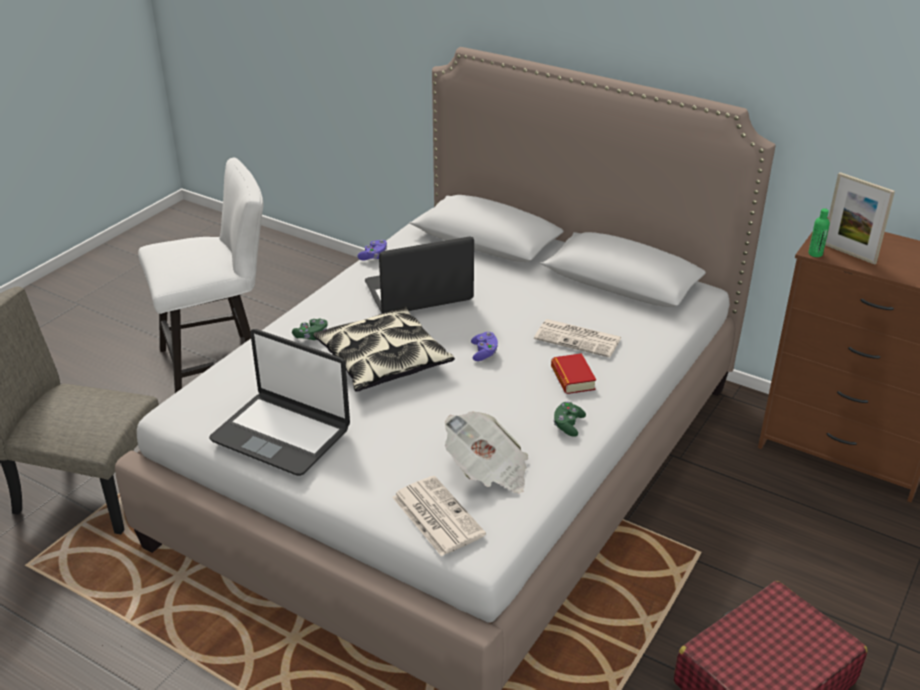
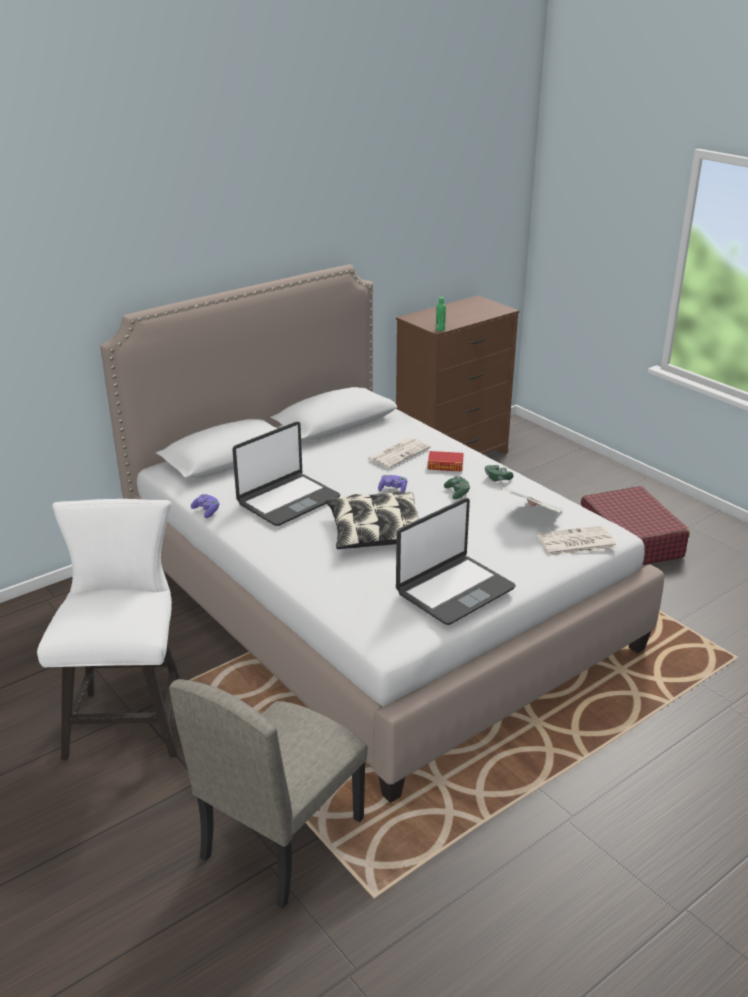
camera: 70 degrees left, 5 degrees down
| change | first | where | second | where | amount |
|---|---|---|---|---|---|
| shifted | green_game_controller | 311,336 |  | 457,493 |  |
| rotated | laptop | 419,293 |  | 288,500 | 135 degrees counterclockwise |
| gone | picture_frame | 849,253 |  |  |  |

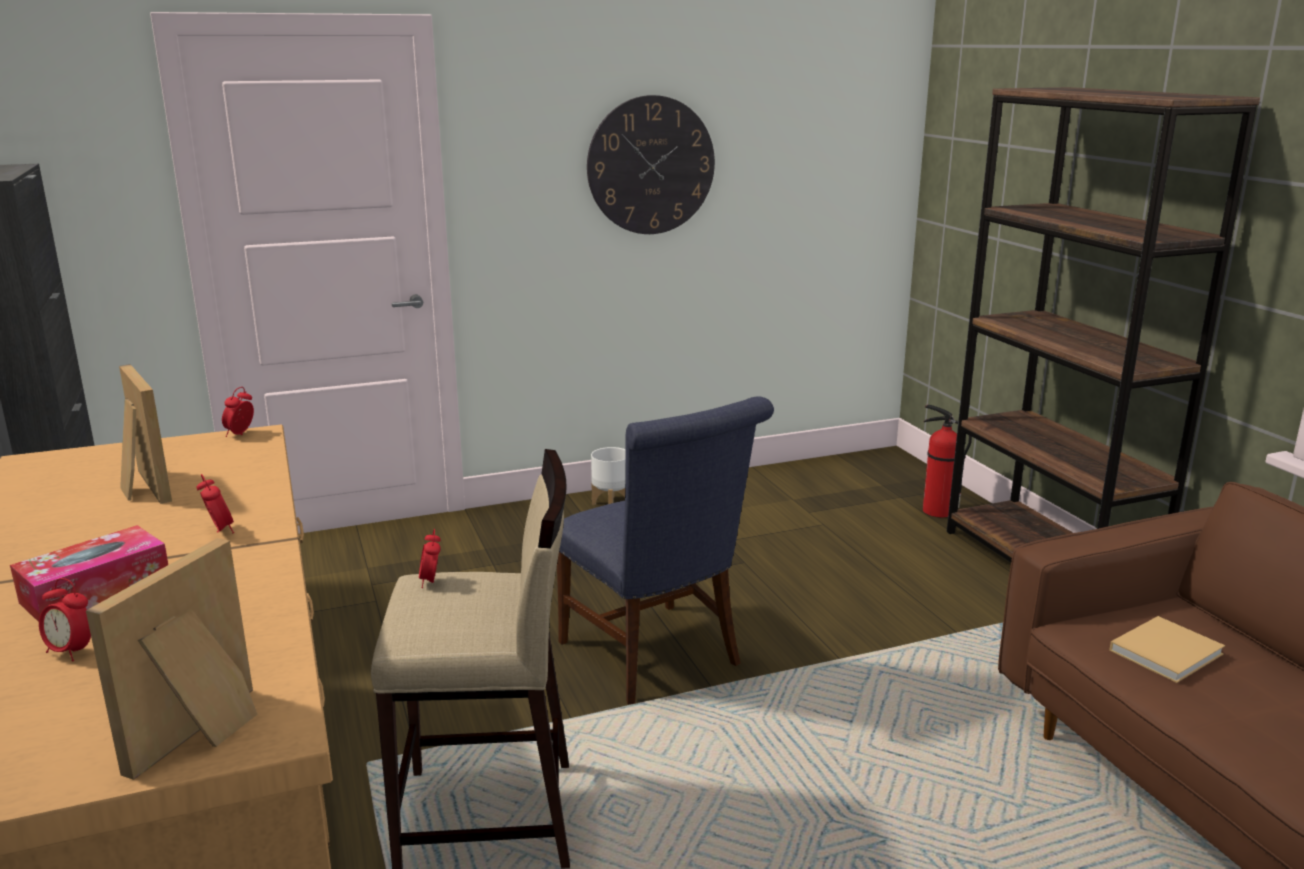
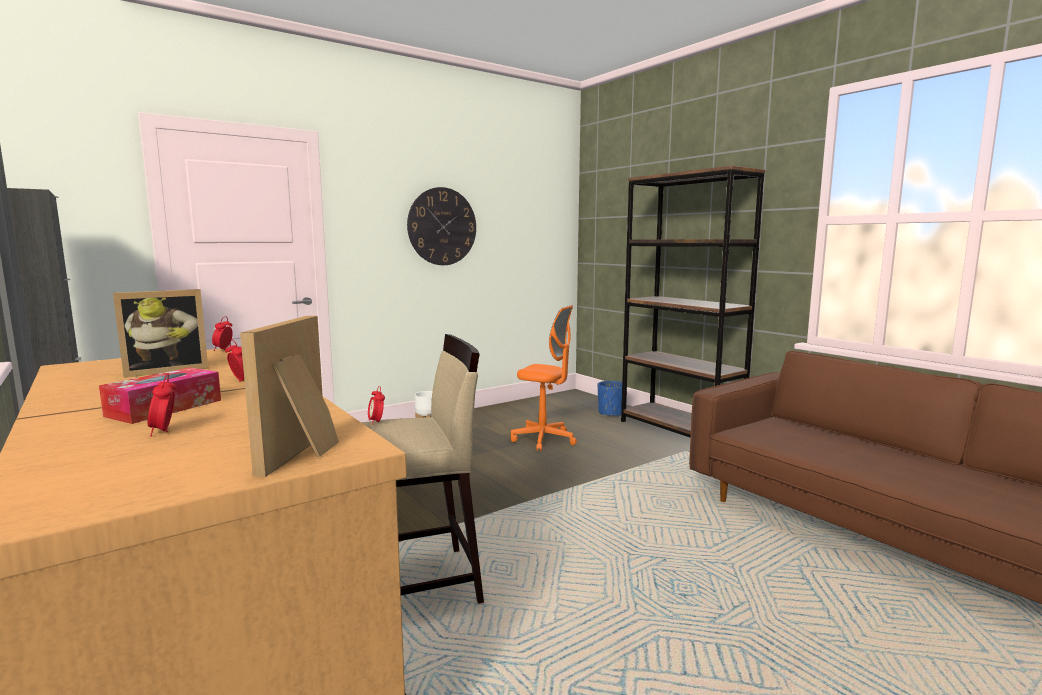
camera: 15 degrees left, 10 degrees down
| change | first | where | second | where | amount |
|---|---|---|---|---|---|
| rotated | alarm_clock | 71,652 |  | 165,431 | 60 degrees clockwise |
| rotated | picture_frame | 141,488 |  | 166,370 | 105 degrees clockwise |
| gone | blue_chair | 656,657 |  |  |  |
| swapped | fire_extinguisher | 936,511 | blue_planter | 611,413 |  |
| gone | beige_book | 1167,651 |  |  |  |
| new |  |  | orange_office_chair | 544,440 |  |

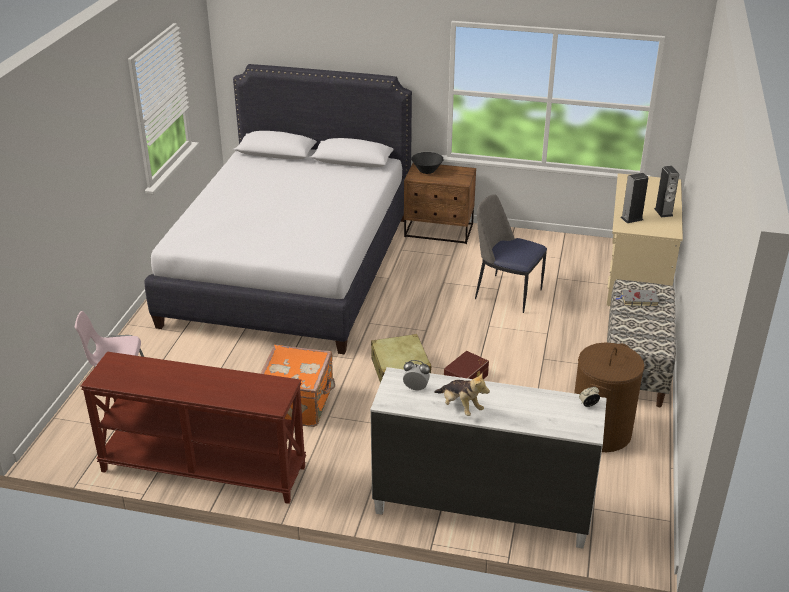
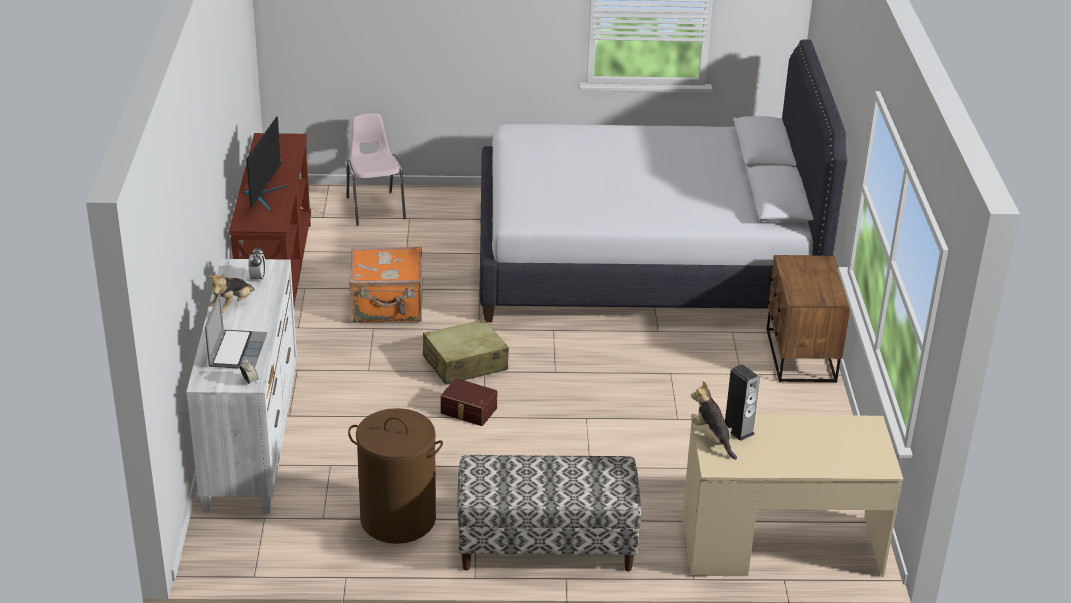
camera: 75 degrees right, 0 degrees up
| change | first | where | second | where | amount |
|---|---|---|---|---|---|
| gone | black_bowl | 427,171 |  |  |  |
| gone | chair | 506,293 |  |  |  |
| gone | grey_book | 638,300 |  |  |  |
| gone | speaker | 663,212 |  |  |  |
| new |  |  | laptop | 237,351 |  |
| new |  |  | monitor | 264,195 |  |
| new |  |  | plush_toy | 712,439 |  |

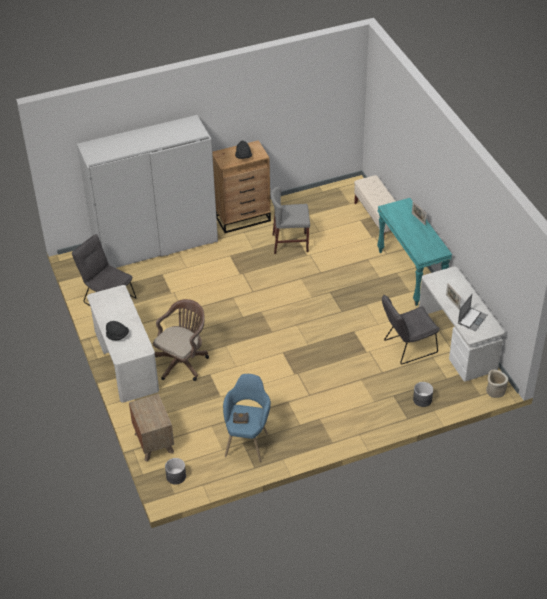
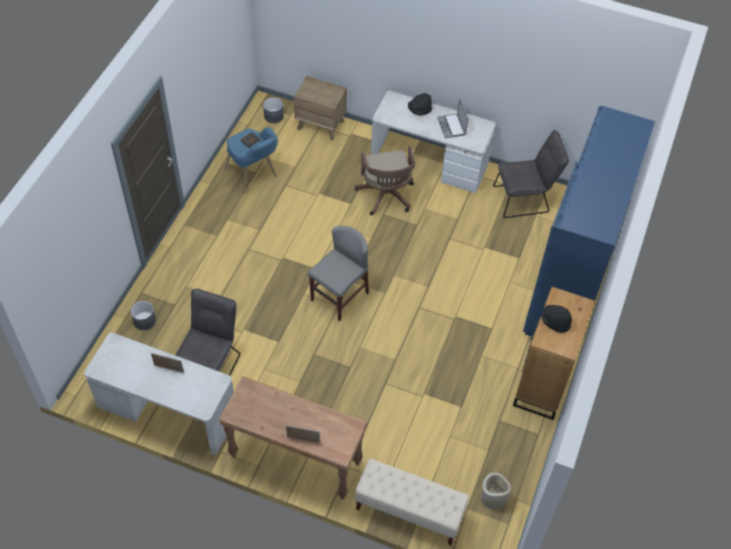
camera: 130 degrees right, 10 degrees up
| change | first | where | second | where | amount |
|---|---|---|---|---|---|
| repainted | white_wardrobe | 156,244 | blue_wardrobe | 570,283 |  |
| shifted | grey_chair | 290,243 |  | 339,296 |  |
| repainted | turquoise_console_table | 410,274 | brown_console_table | 294,460 |  |
| shifted | laptop | 472,319 |  | 452,127 |  |
| shifted | beige_planter | 495,391 |  | 493,497 |  |

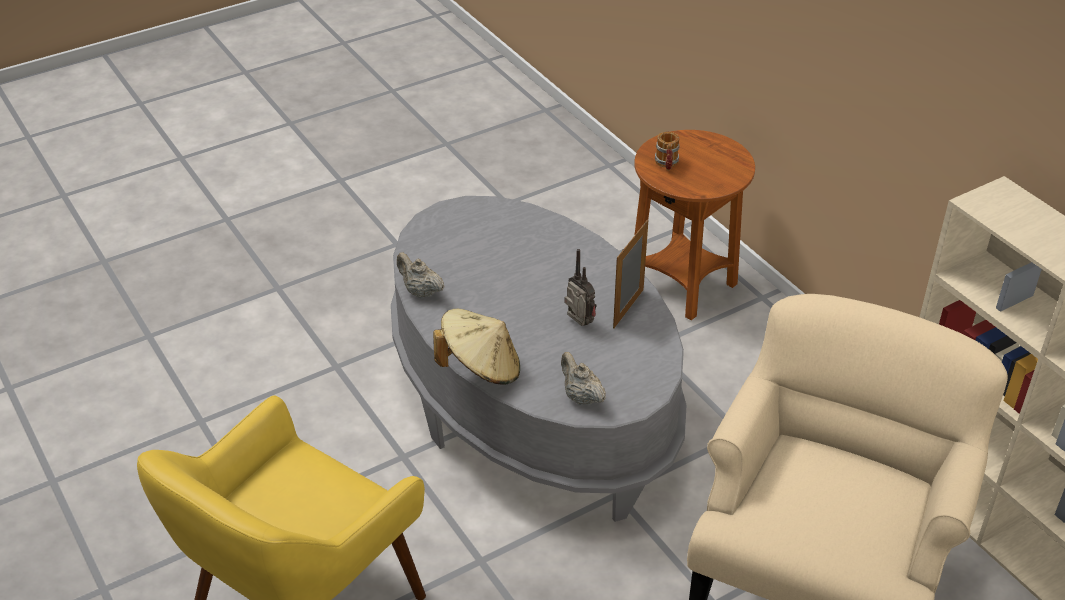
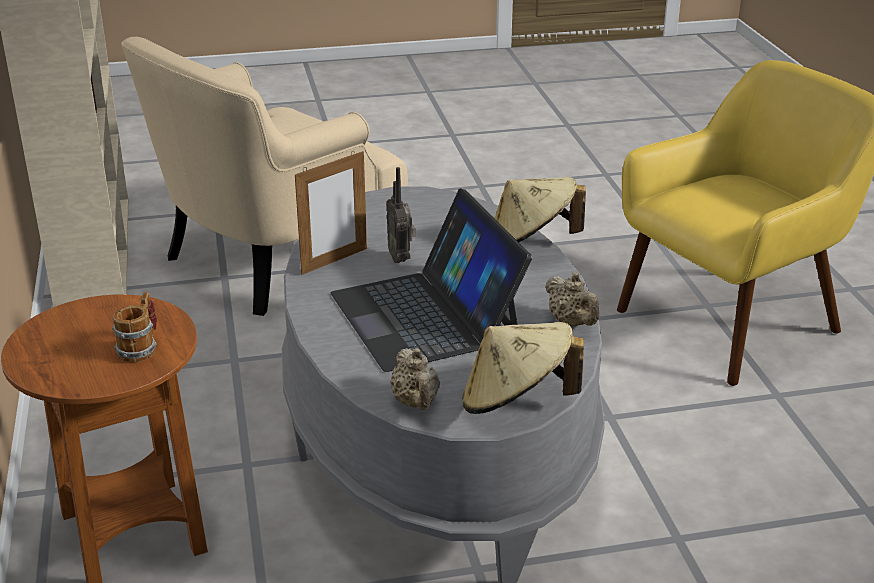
camera: 160 degrees left, 10 degrees down
| change | first | where | second | where | amount |
|---|---|---|---|---|---|
| shifted | beige_teapot | 581,397 |  | 416,403 |  |
| new |  |  | laptop | 426,315 |  |
| new |  |  | beige_hat | 516,402 |  |

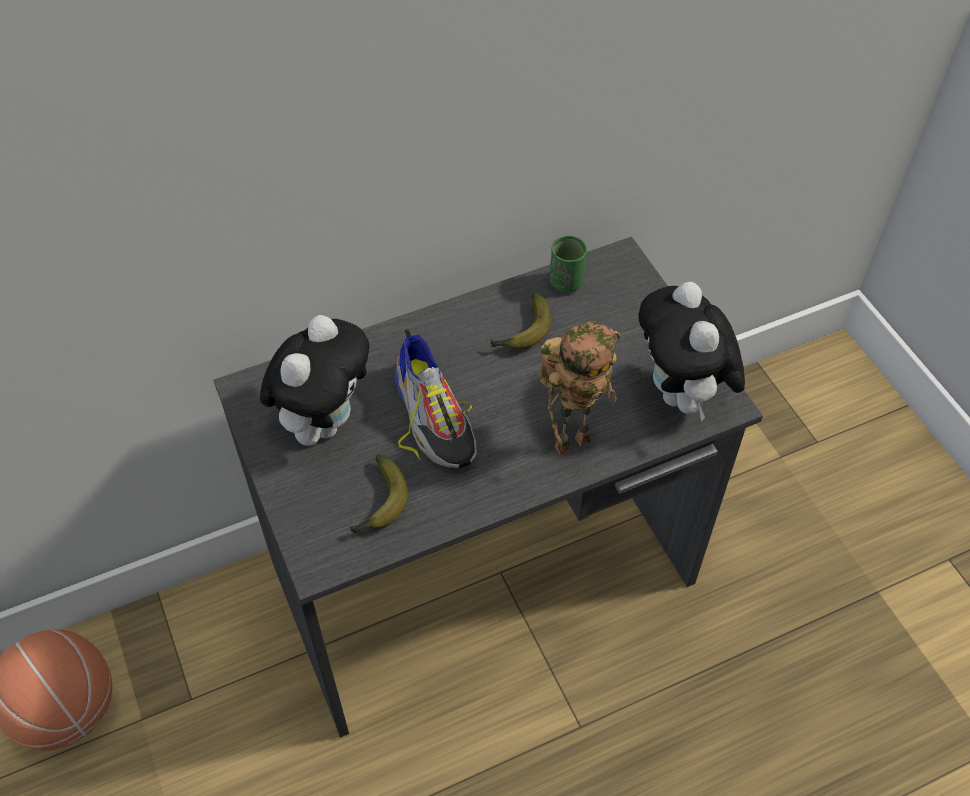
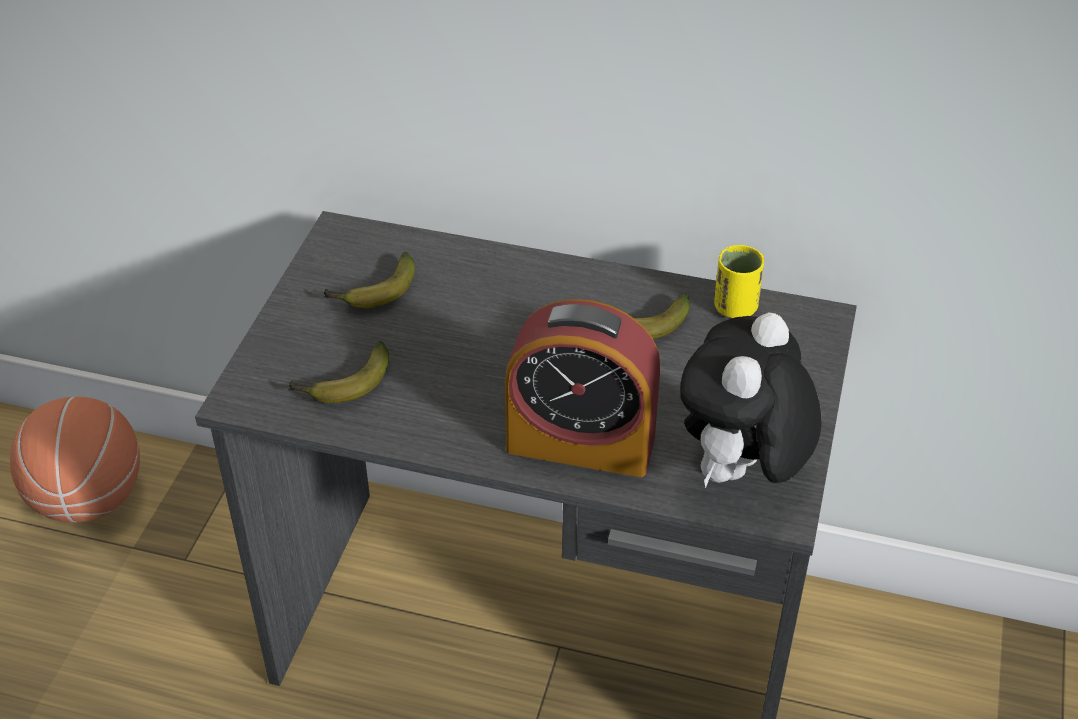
camera: 40 degrees right, 10 degrees down
| change | first | where | second | where | amount |
|---|---|---|---|---|---|
| swapped | plush_toy | 324,421 | banana | 373,293 |  |
| gone | shoe | 434,416 |  |  |  |
| swapped | toy_robot | 572,439 | alarm_clock | 580,443 |  |
| repainted | green_cup | 566,282 | yellow_cup | 735,307 |  |

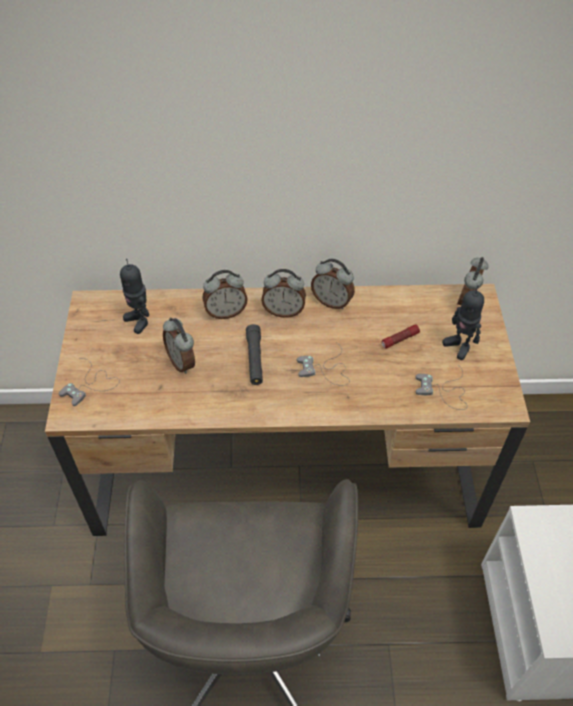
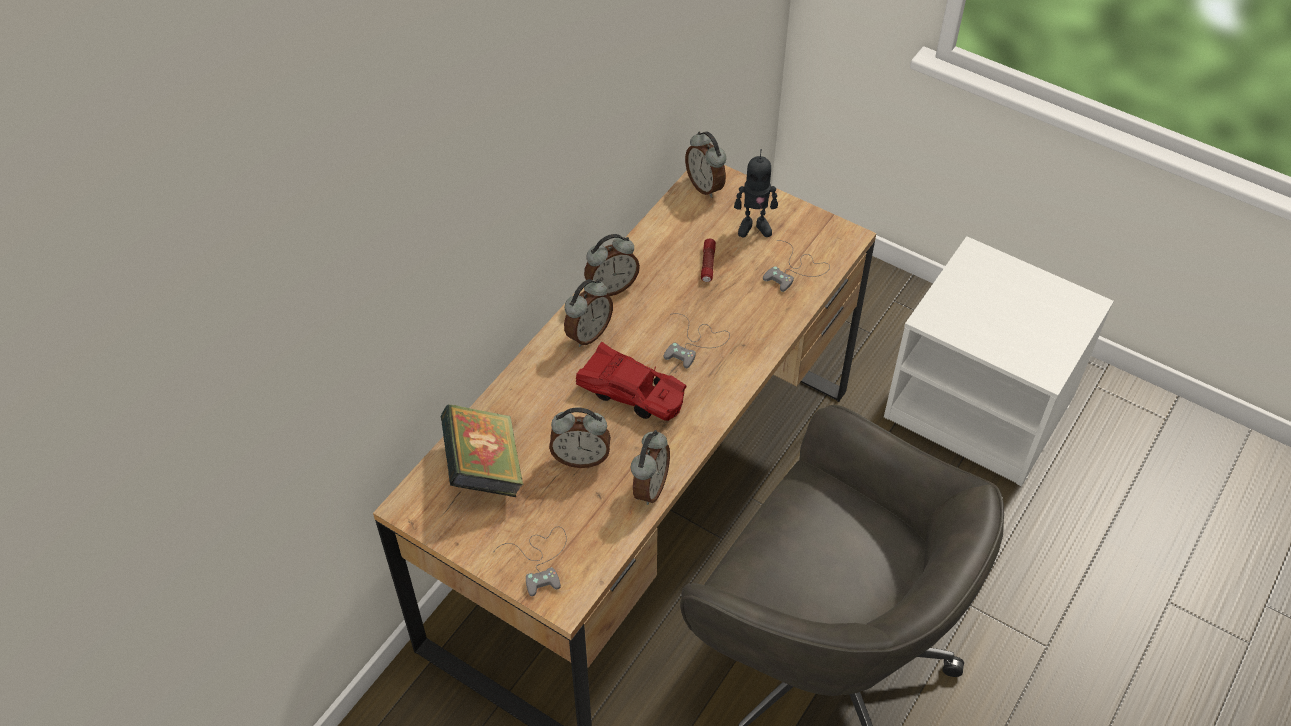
camera: 55 degrees left, 0 degrees up
| change | first | where | second | where | amount |
|---|---|---|---|---|---|
| swapped | toy_robot | 139,321 | book | 484,468 |  |
| shifted | alarm_clock | 226,312 |  | 649,487 |  |
| swapped | black_flashlight | 255,359 | red_toy_car | 632,393 |  |

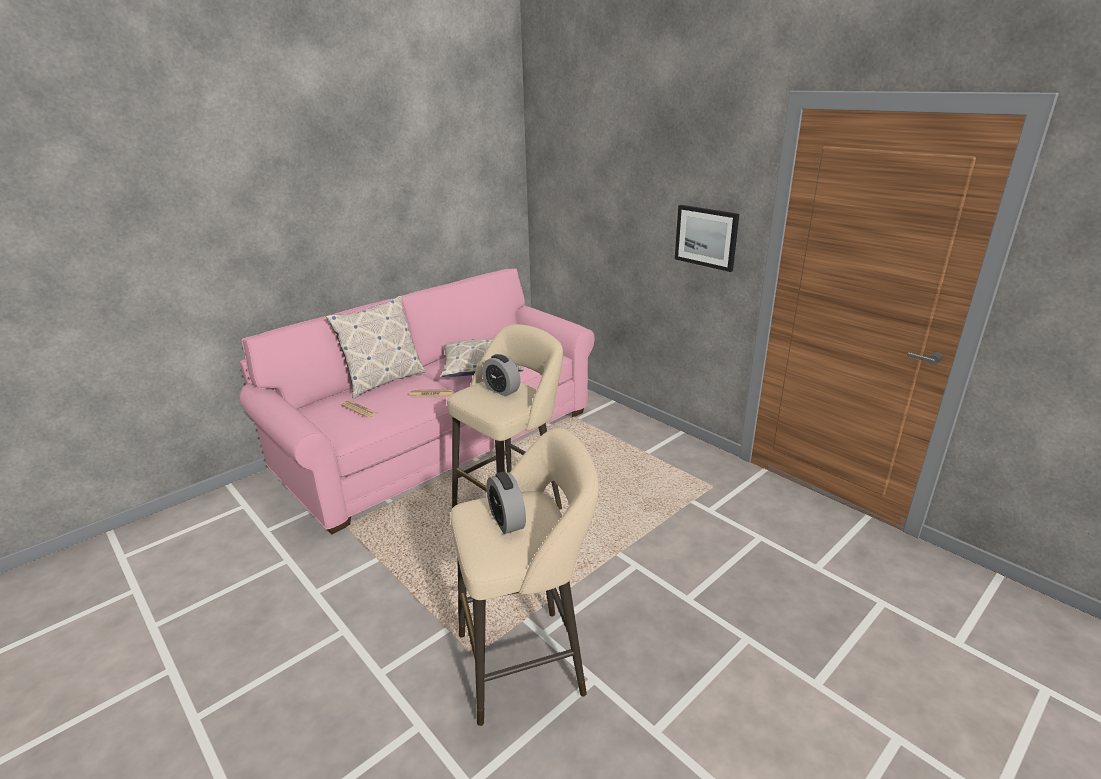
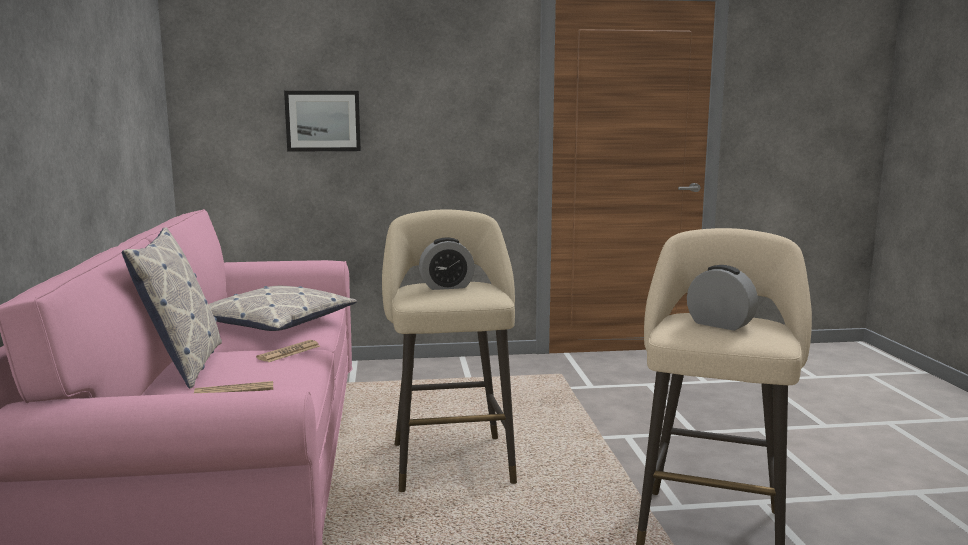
camera: 55 degrees left, 15 degrees down
| change | first | where | second | where | amount |
|---|---|---|---|---|---|
| rotated | alarm_clock | 506,521 |  | 720,324 | 150 degrees counterclockwise |
| shifted | picture | 706,237 |  | 323,121 |  |

